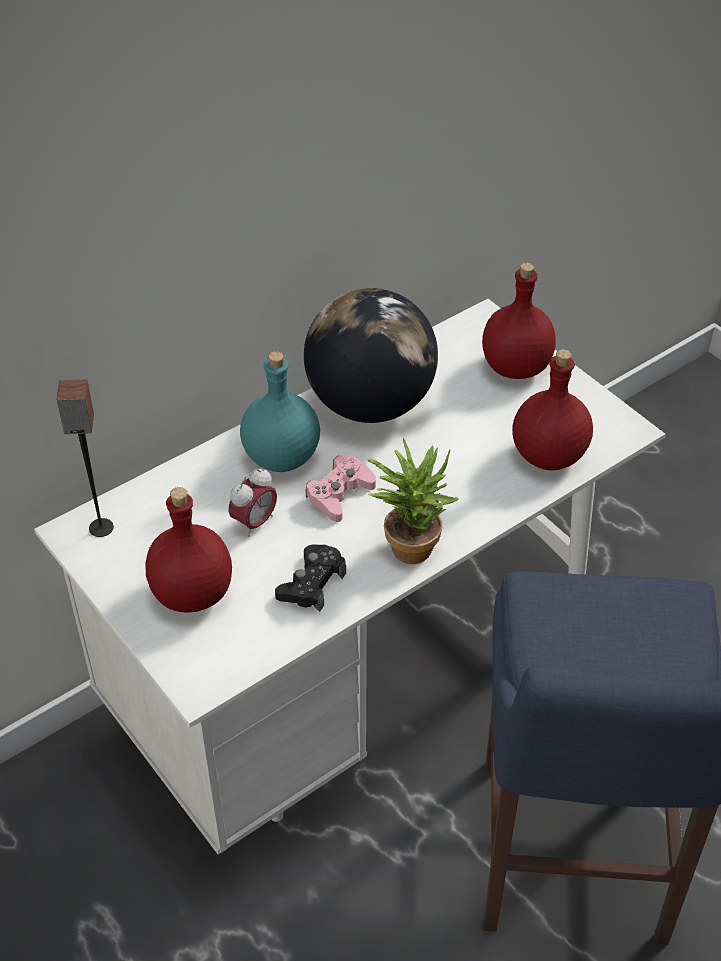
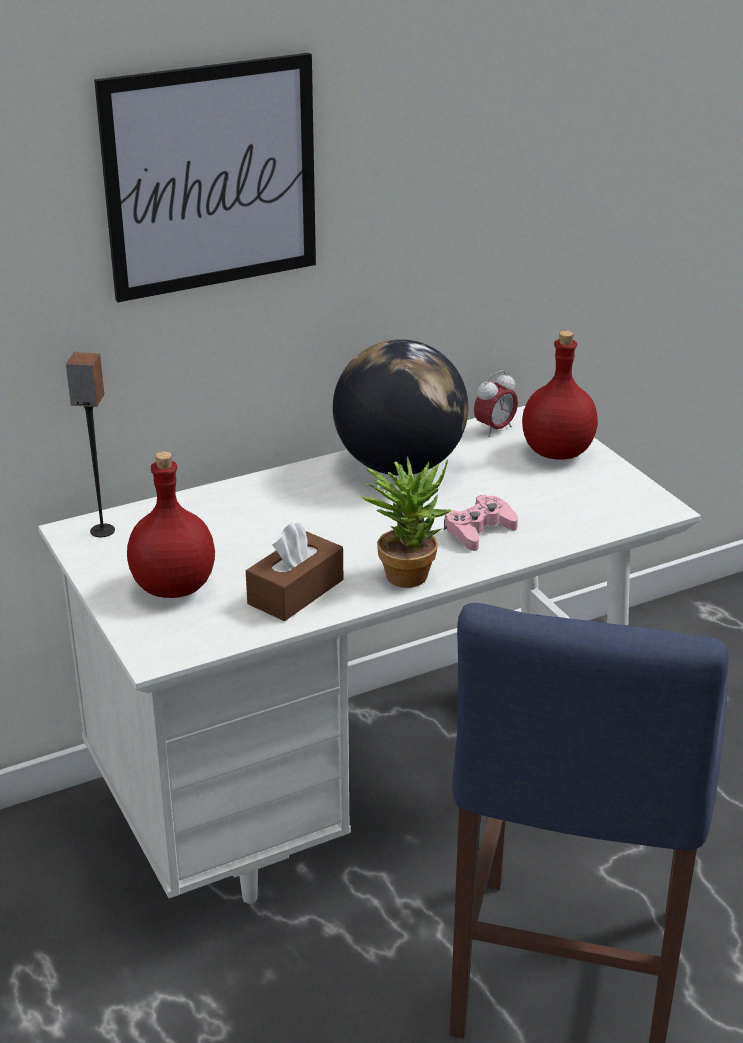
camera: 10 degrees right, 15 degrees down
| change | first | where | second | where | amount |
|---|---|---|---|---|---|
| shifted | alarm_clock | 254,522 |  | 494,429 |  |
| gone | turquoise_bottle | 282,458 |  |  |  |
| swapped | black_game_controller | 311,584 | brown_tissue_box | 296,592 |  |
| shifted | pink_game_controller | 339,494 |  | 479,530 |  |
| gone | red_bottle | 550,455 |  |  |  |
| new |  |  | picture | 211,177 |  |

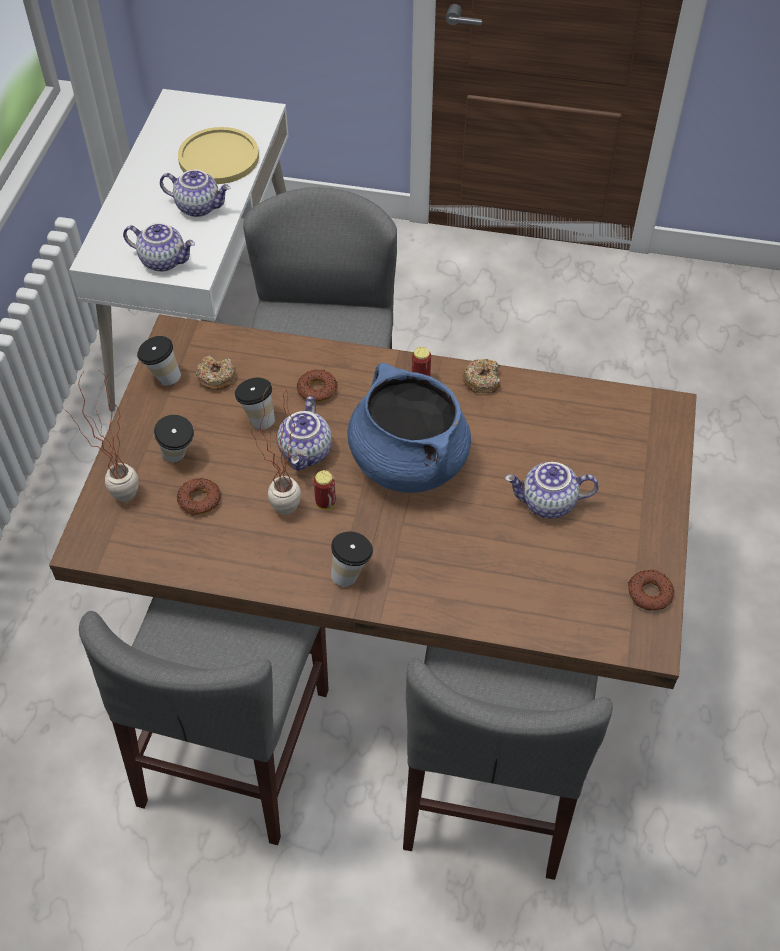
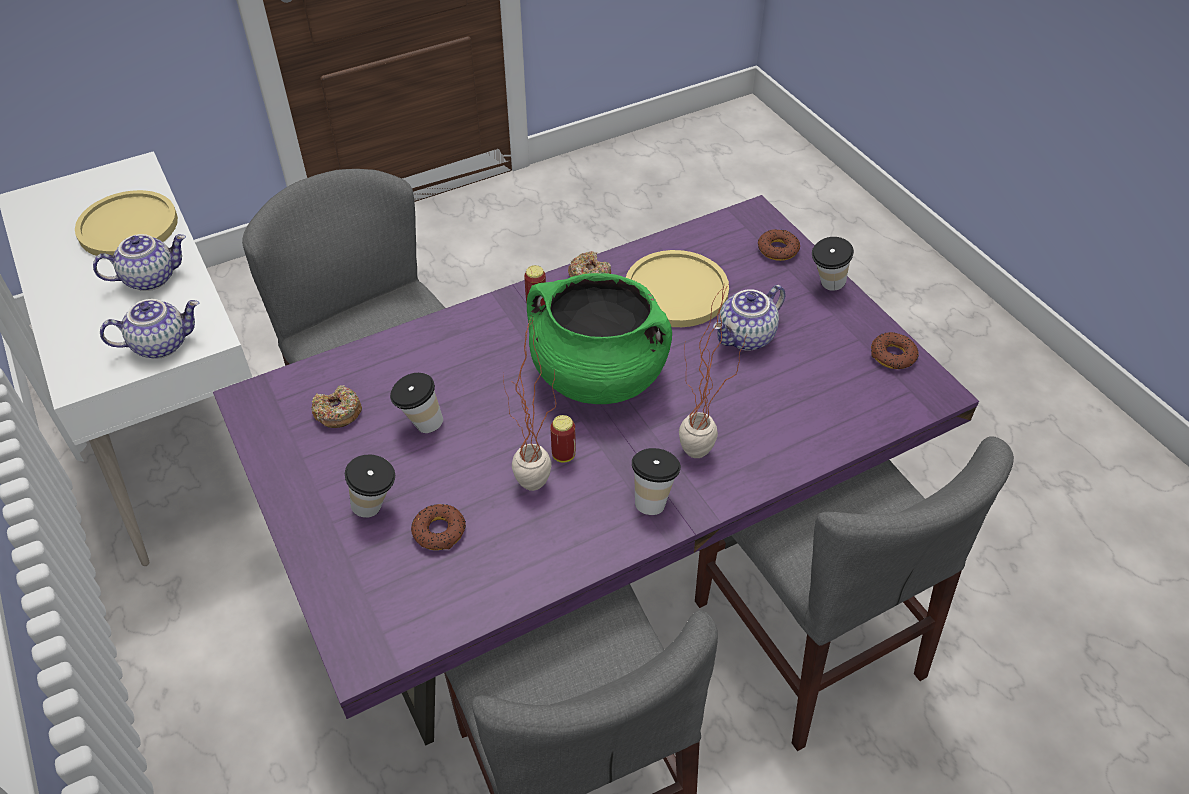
camera: 40 degrees left, 5 degrees down
| change | first | where | second | where | amount |
|---|---|---|---|---|---|
| repainted | brown_dining_table | 393,612 | purple_dining_table | 596,561 |  |
| shifted | potted_plant | 120,503 |  | 699,461 |  |
| shifted | cup | 162,378 |  | 826,286 |  |
| gone | teapot | 307,452 |  |  |  |
| shifted | donut | 317,389 |  | 777,249 |  |
| repainted | blue_cooking_pot | 407,461 | green_cooking_pot | 598,375 |  |
| new |  |  | yellow_plate | 676,291 |  |

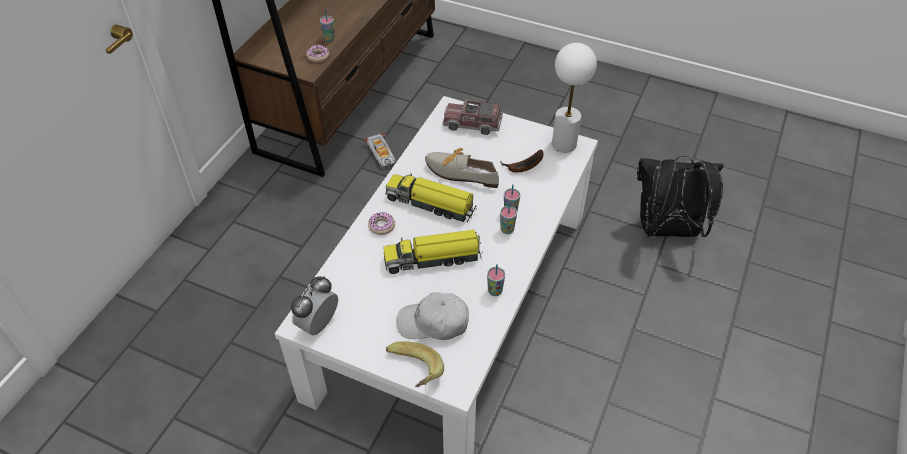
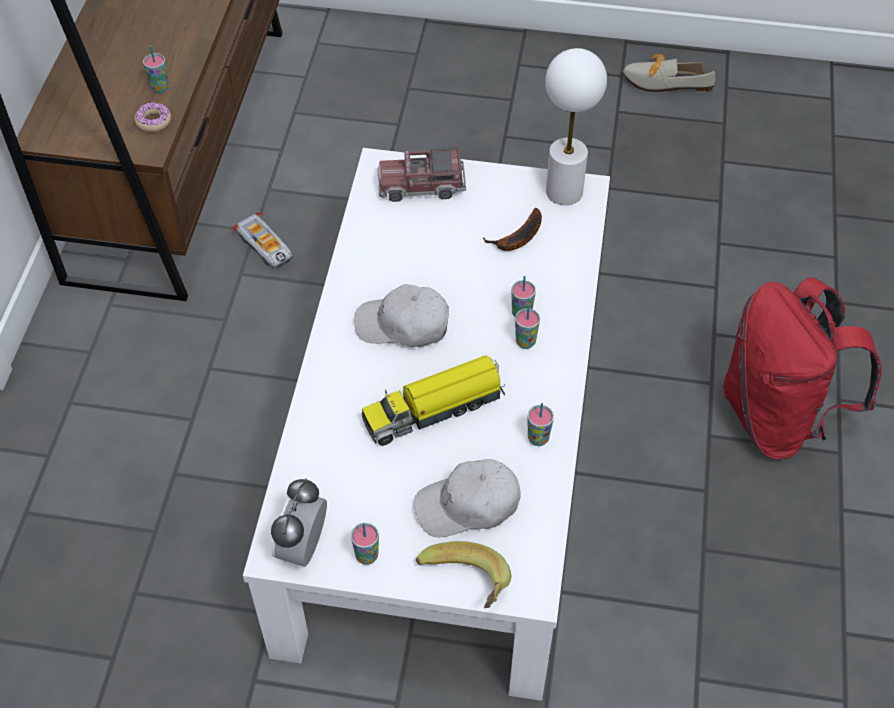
camera: 15 degrees left, 5 degrees up
| change | first | where | second | where | amount |
|---|---|---|---|---|---|
| gone | donut | 381,226 |  |  |  |
| swapped | toy_truck | 431,204 | white_cap | 403,325 |  |
| shifted | shoe | 458,172 |  | 661,81 |  |
| gone | black_backpack | 666,231 |  |  |  |
| new |  |  | cup | 367,556 |  |
| new |  |  | red_backpack | 777,417 |  |

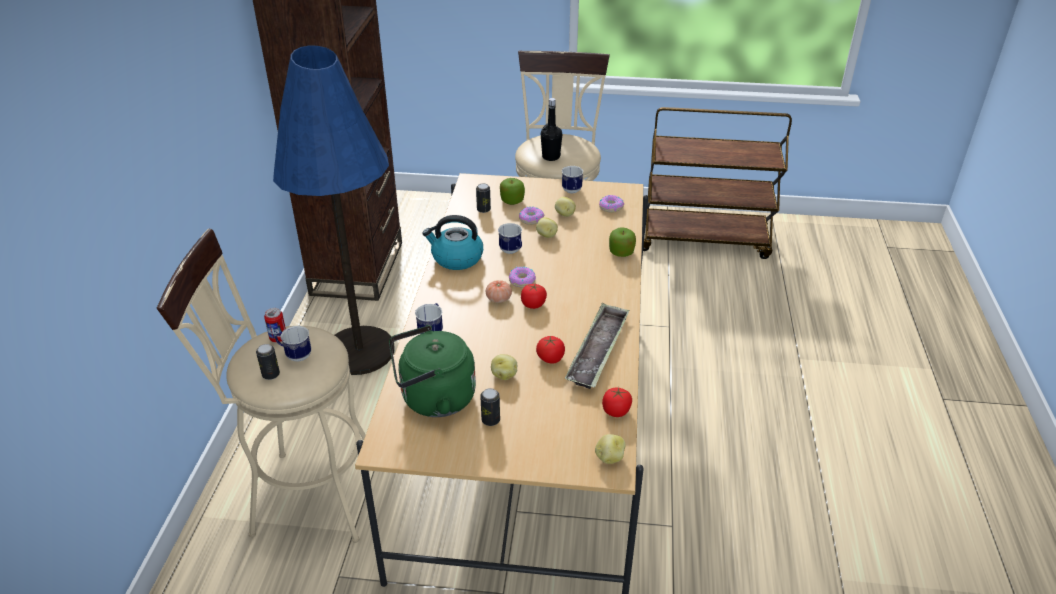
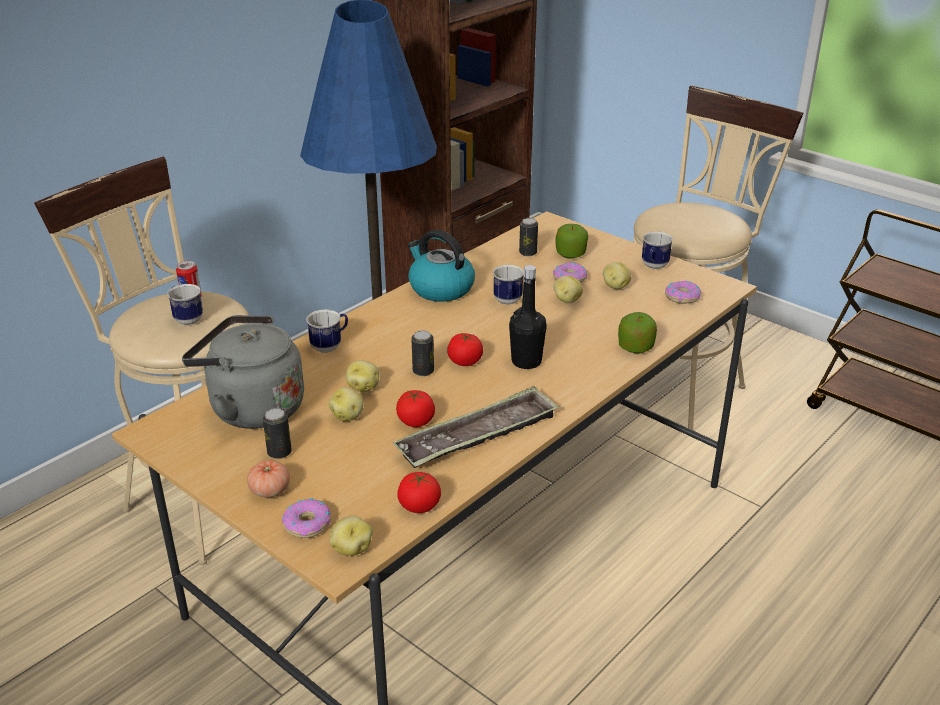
camera: 35 degrees right, 5 degrees down
| change | first | where | second | where | amount |
|---|---|---|---|---|---|
| shifted | can | 271,374 |  | 423,371 |  |
| repainted | green_kettle | 433,399 | grey_kettle | 251,408 |  |
| shifted | tomato | 498,299 |  | 270,490 |  |
| shifted | donut | 522,280 |  | 308,524 |  |
| shifted | black_bottle | 551,157 |  | 526,361 |  |
| new |  |  | potato | 363,387 |  |

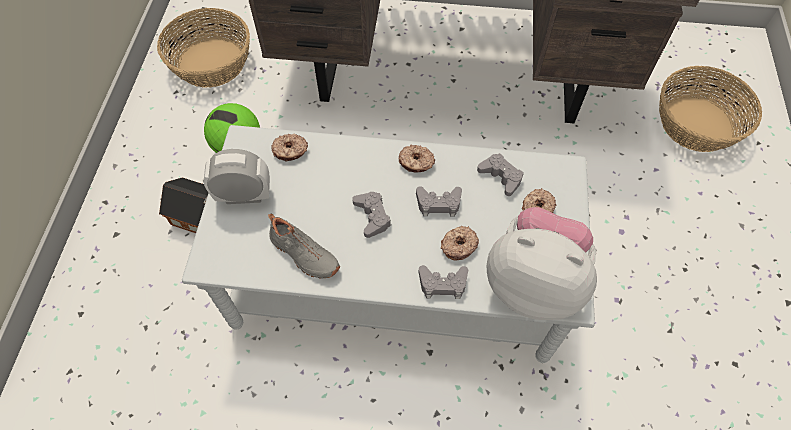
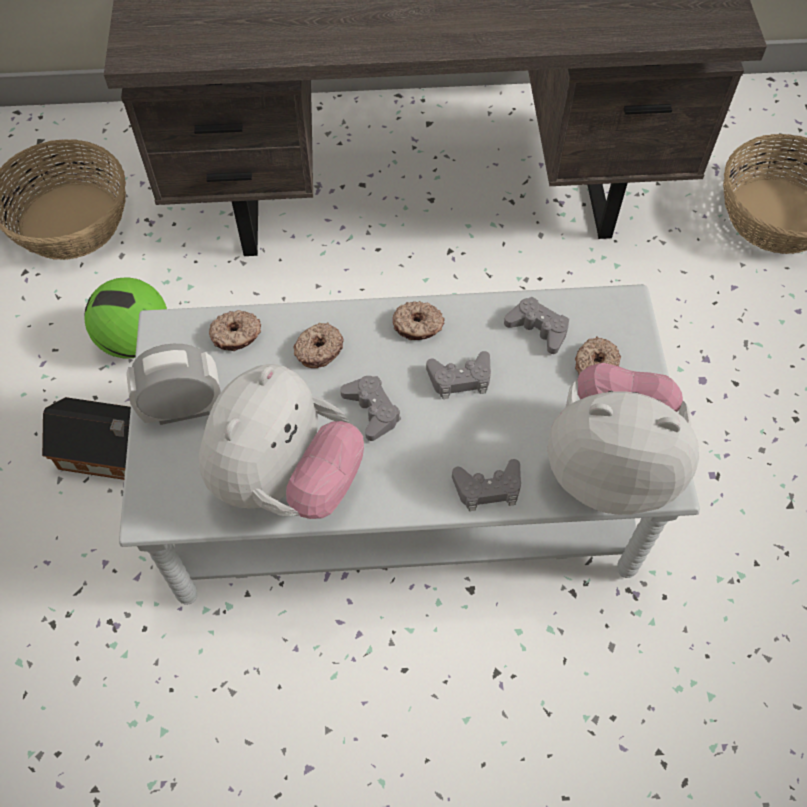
camera: 10 degrees left, 0 degrees up
| change | first | where | second | where | amount |
|---|---|---|---|---|---|
| swapped | grey_shoe | 303,255 | plush_toy | 286,479 |  |
| shifted | donut | 458,245 |  | 318,349 |  |

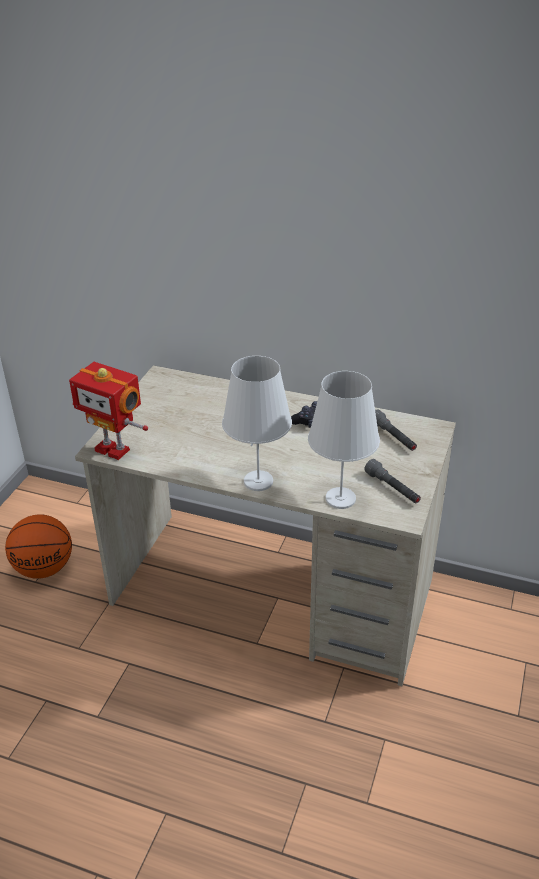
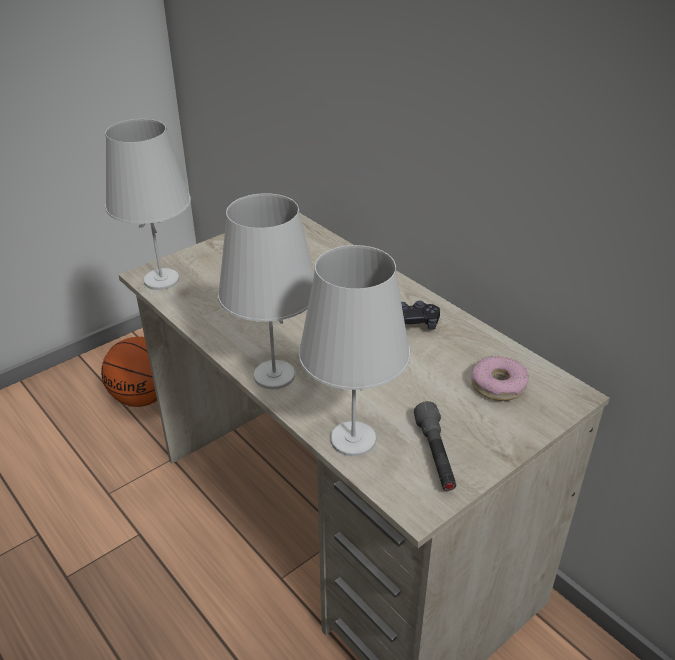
camera: 30 degrees right, 0 degrees up
| change | first | where | second | where | amount |
|---|---|---|---|---|---|
| swapped | toy_robot | 113,449 | white_table_lamp | 161,280 |  |
| swapped | grey_flashlight | 393,437 | donut | 498,385 |  |

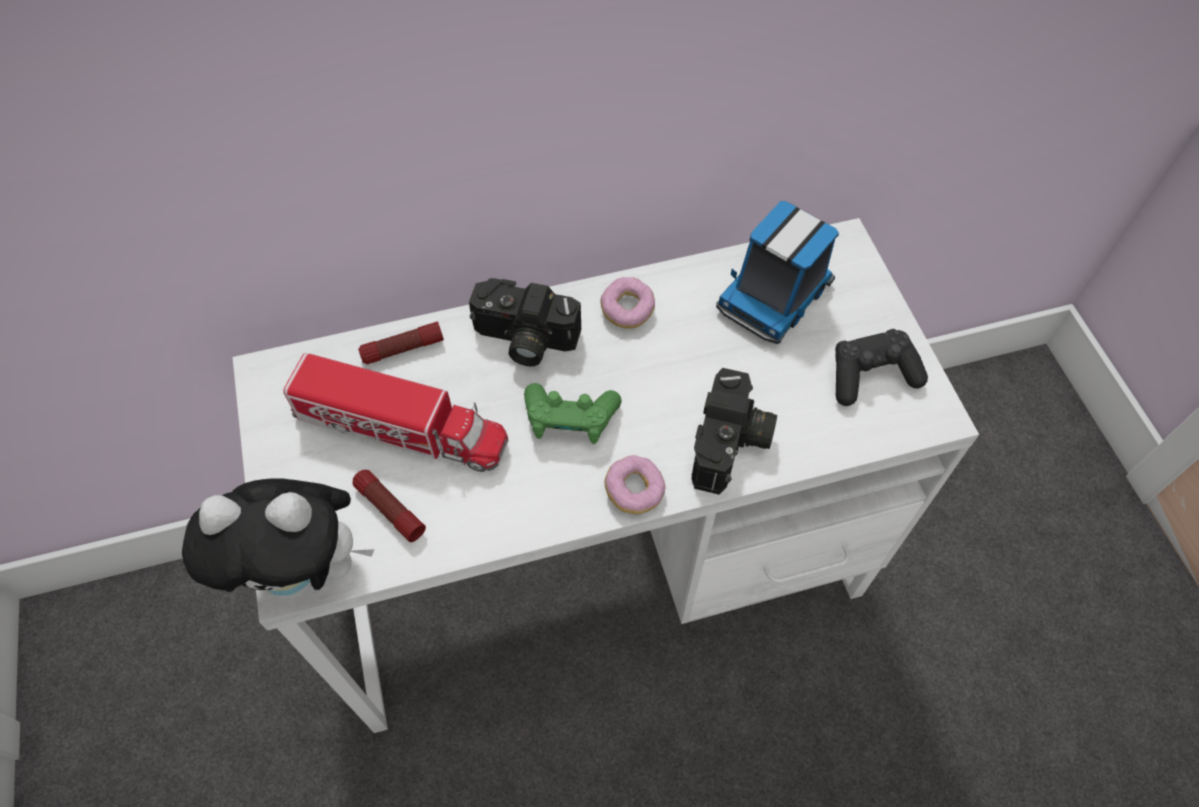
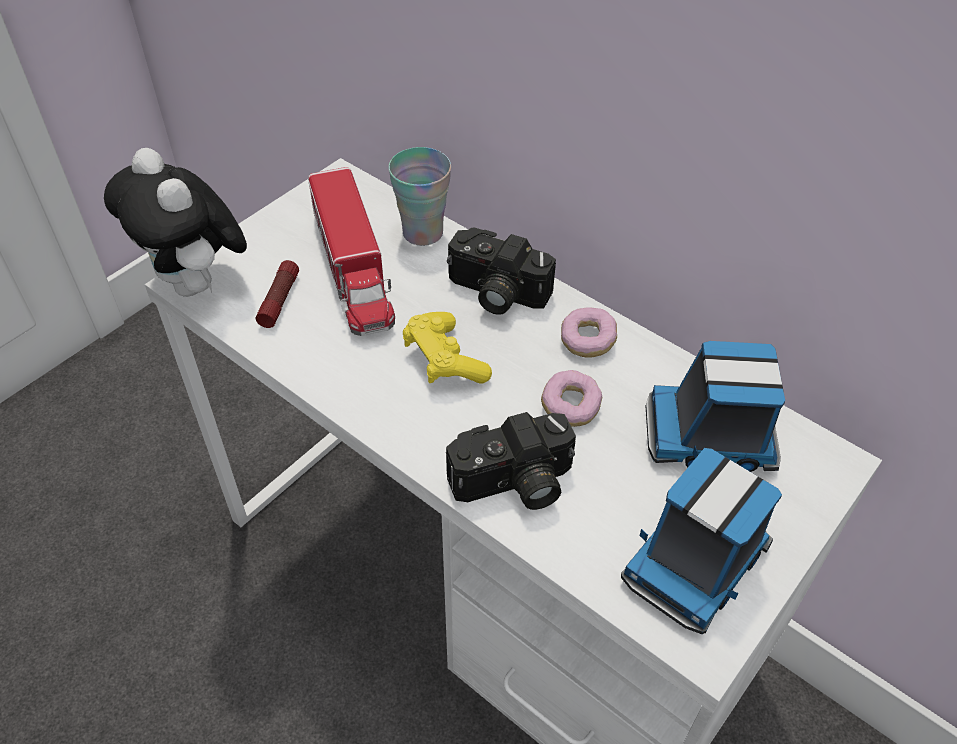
camera: 55 degrees right, 10 degrees down
| change | first | where | second | where | amount |
|---|---|---|---|---|---|
| swapped | flashlight | 403,349 | cup | 423,233 |  |
| rotated | photo_camera | 523,340 |  | 495,293 | 45 degrees counterclockwise |
| repainted | green_game_controller | 570,420 | yellow_game_controller | 444,361 |  |
| shifted | donut | 634,491 |  | 570,407 |  |
| swapped | black_game_controller | 870,375 | toy_truck | 696,561 |  |

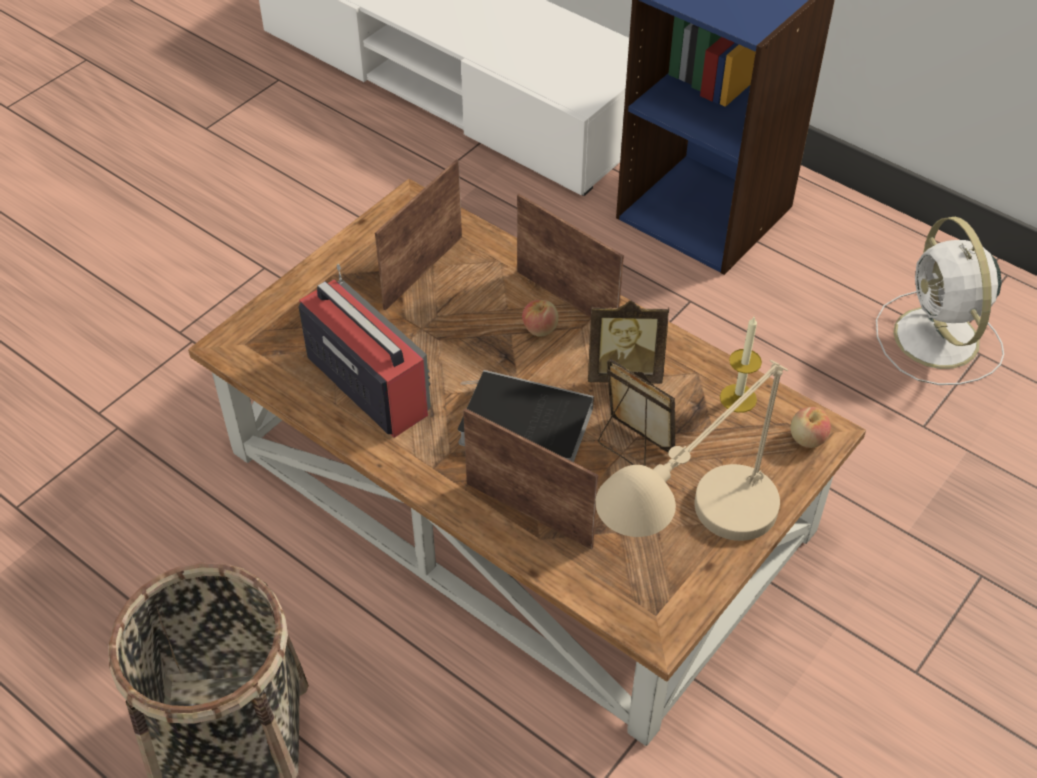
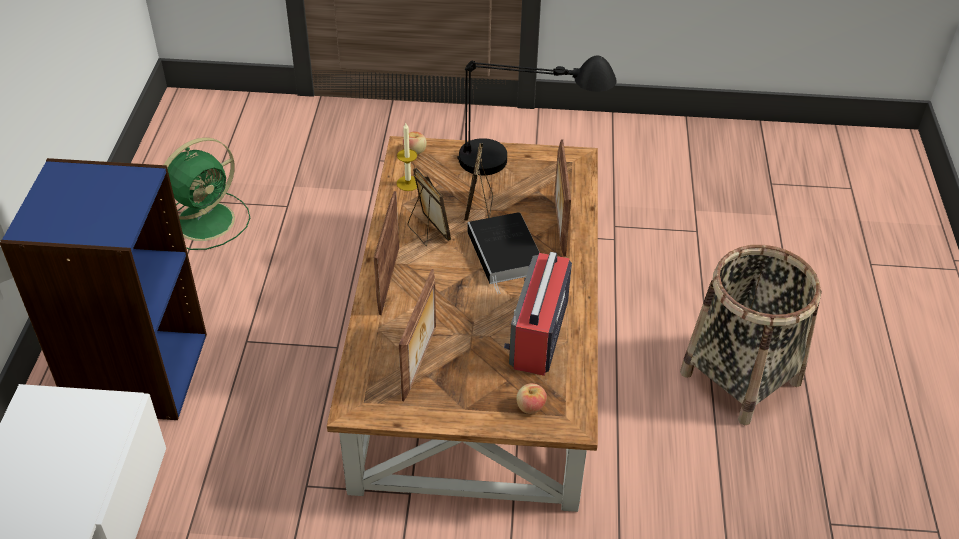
camera: 125 degrees left, 5 degrees down
| change | first | where | second | where | amount |
|---|---|---|---|---|---|
| rotated | picture_frame | 421,271 |  | 420,362 | 75 degrees counterclockwise |
| shifted | apple | 540,329 |  | 530,407 |  |
| repainted | beige_table_lamp | 689,552 | black_table_lamp | 526,164 |  |
| repainted | white_fan | 937,341 | green_fan | 207,220 |  |

